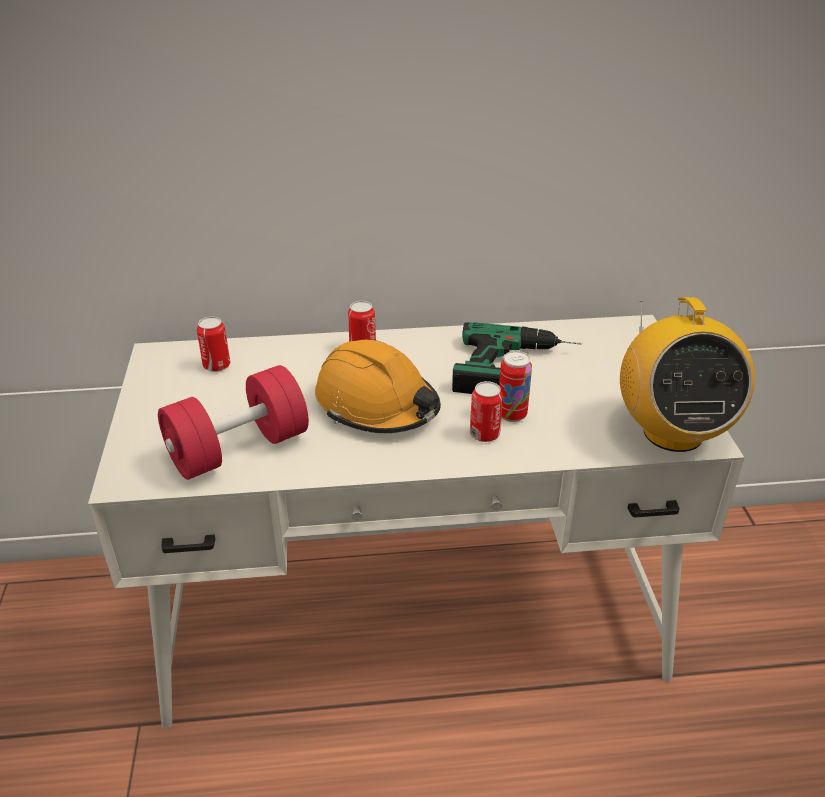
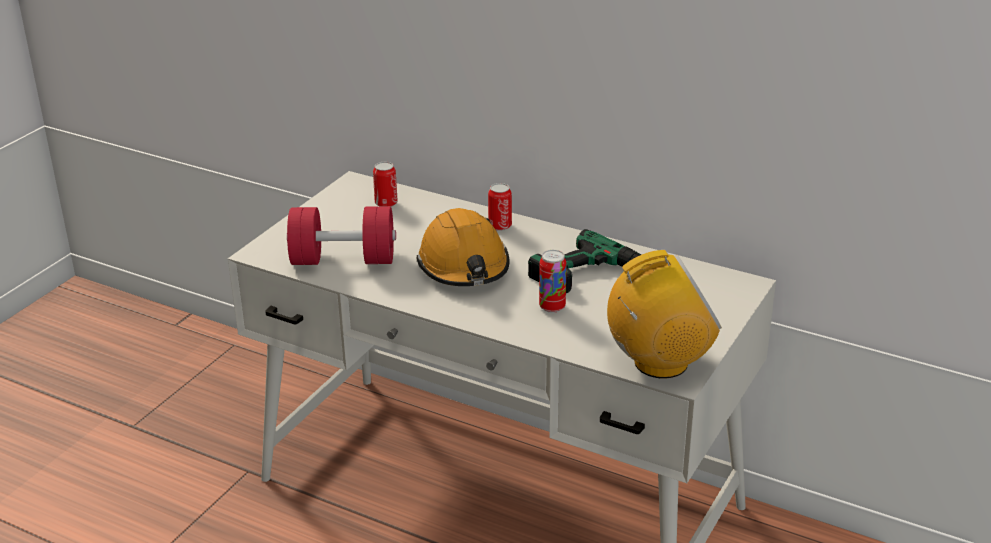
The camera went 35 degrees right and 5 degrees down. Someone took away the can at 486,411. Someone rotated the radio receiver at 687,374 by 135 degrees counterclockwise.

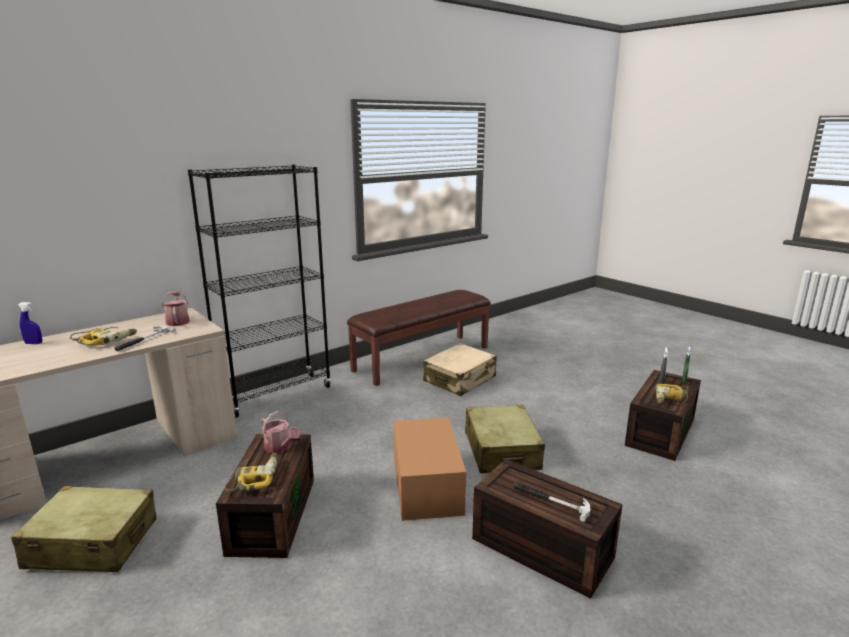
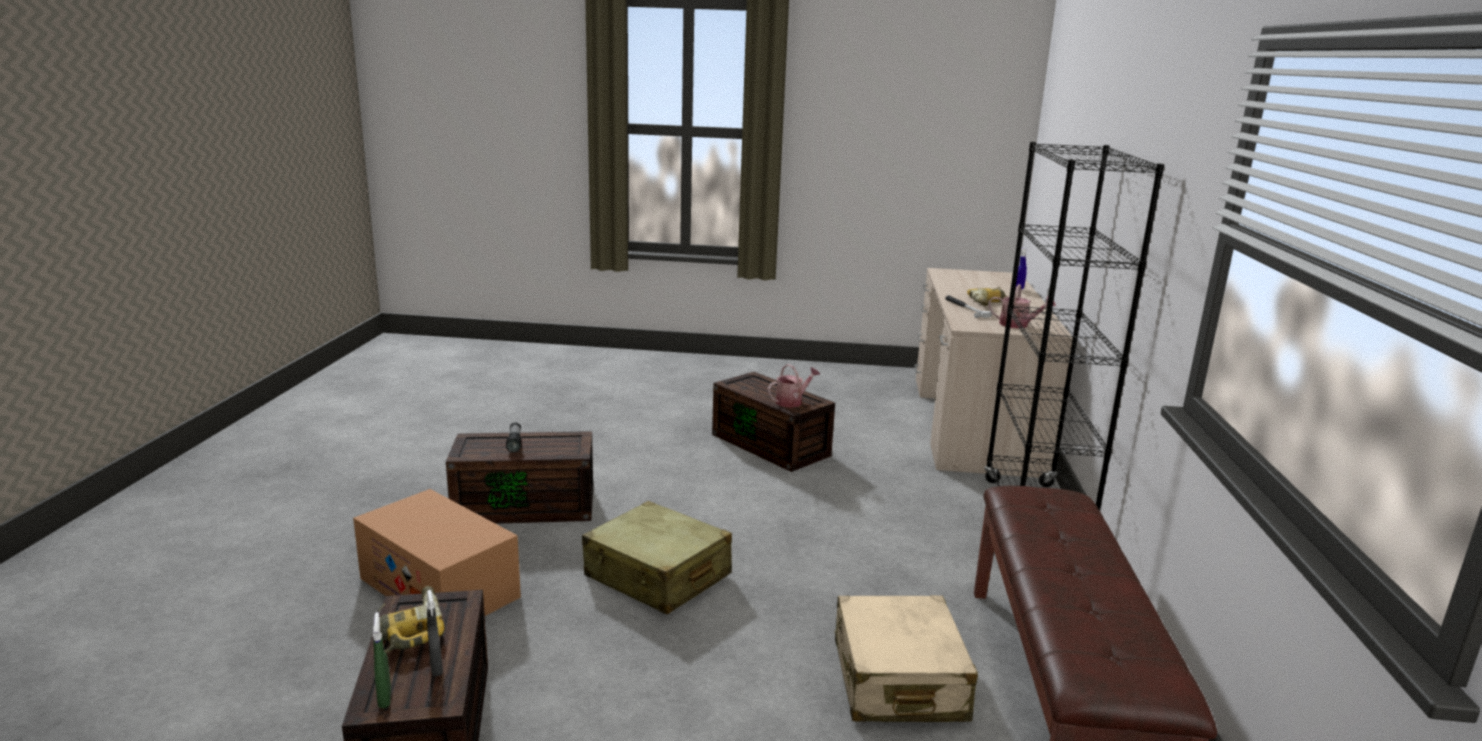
The camera went 135 degrees right and 0 degrees up. Someone took away the piece of luggage (beige-coloured) at 83,529. Someone took away the electric drill at 251,472. Someone rotated the watering can at 280,432 by 150 degrees clockwise. Someone carried the cardboard box from 430,469 to 437,552. Someone swapped the tool hammer at 551,502 for the hand torch at 514,437.

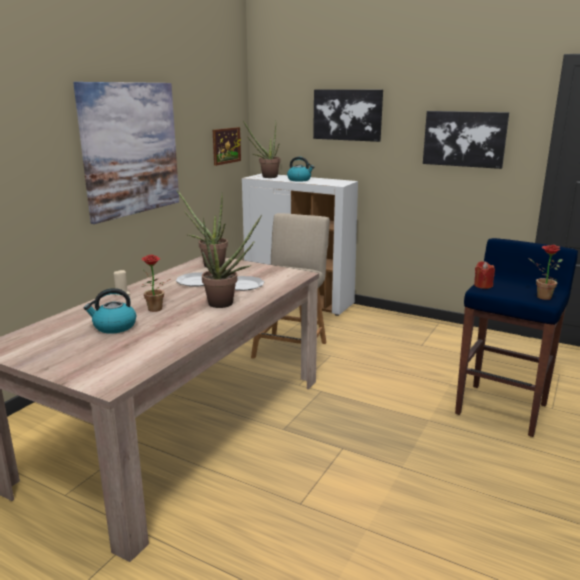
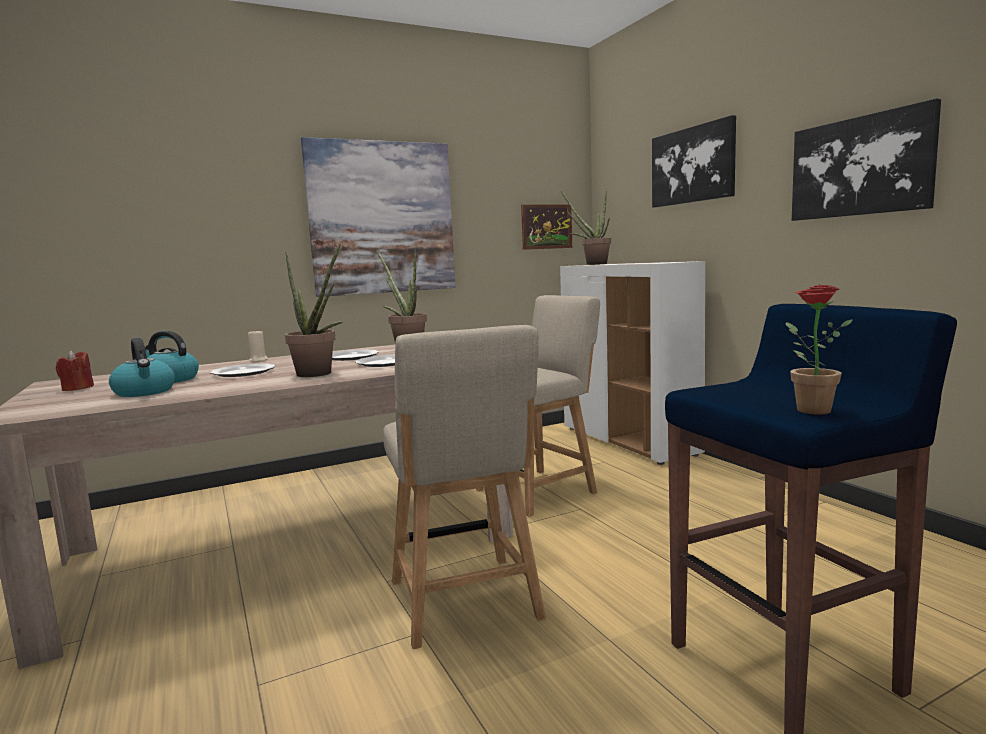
The camera went 35 degrees right and 10 degrees down. Someone swapped the houseplant at 156,283 for the dinner plate at 242,370. Someone carried the tea kettle from 300,169 to 142,367. Someone carried the candle (reddish) from 484,275 to 75,371. Someone put down the chair (beige-coloured) at 464,487.

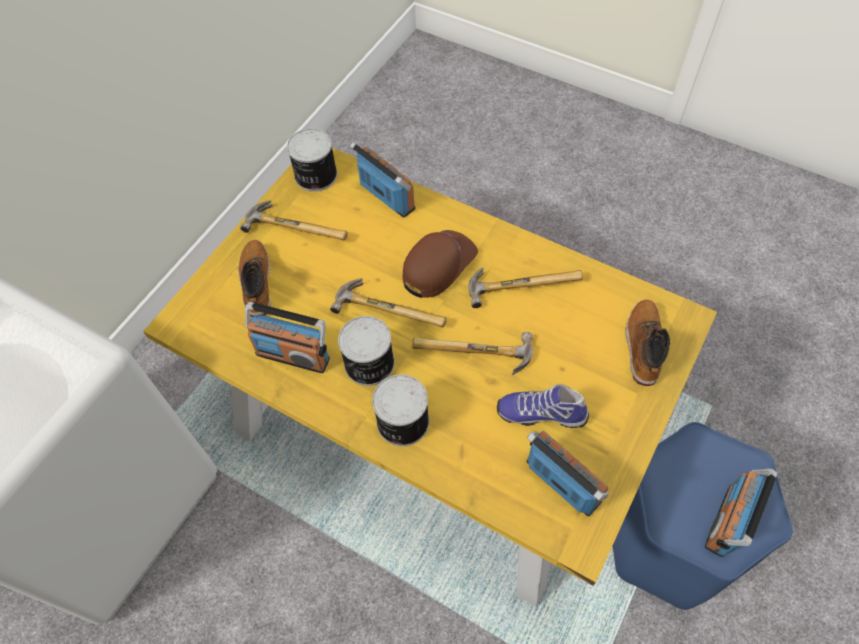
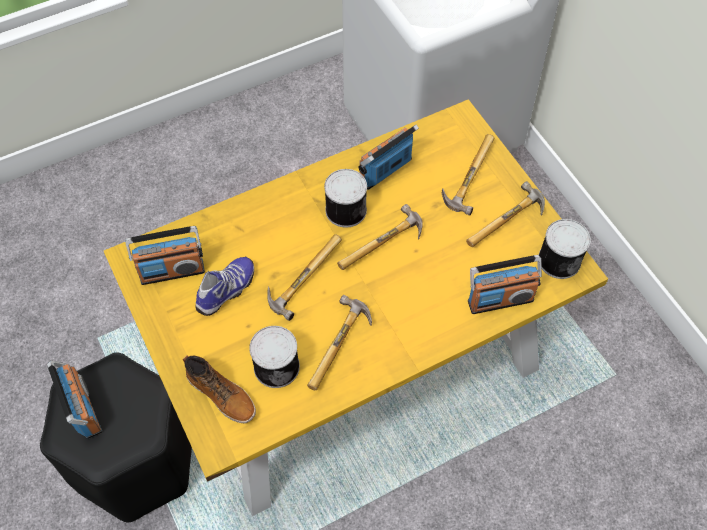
The camera went 120 degrees right and 0 degrees up. Someone swapped the tall boot at 254,278 for the tool hammer at 468,175. Someone carried the can from 400,410 to 274,357. Someone took away the peaked cap (brown-coloured) at 440,264. Someone repainted the stool seat (bluish) at 703,516, which became the stool seat (blackish) at 116,437.

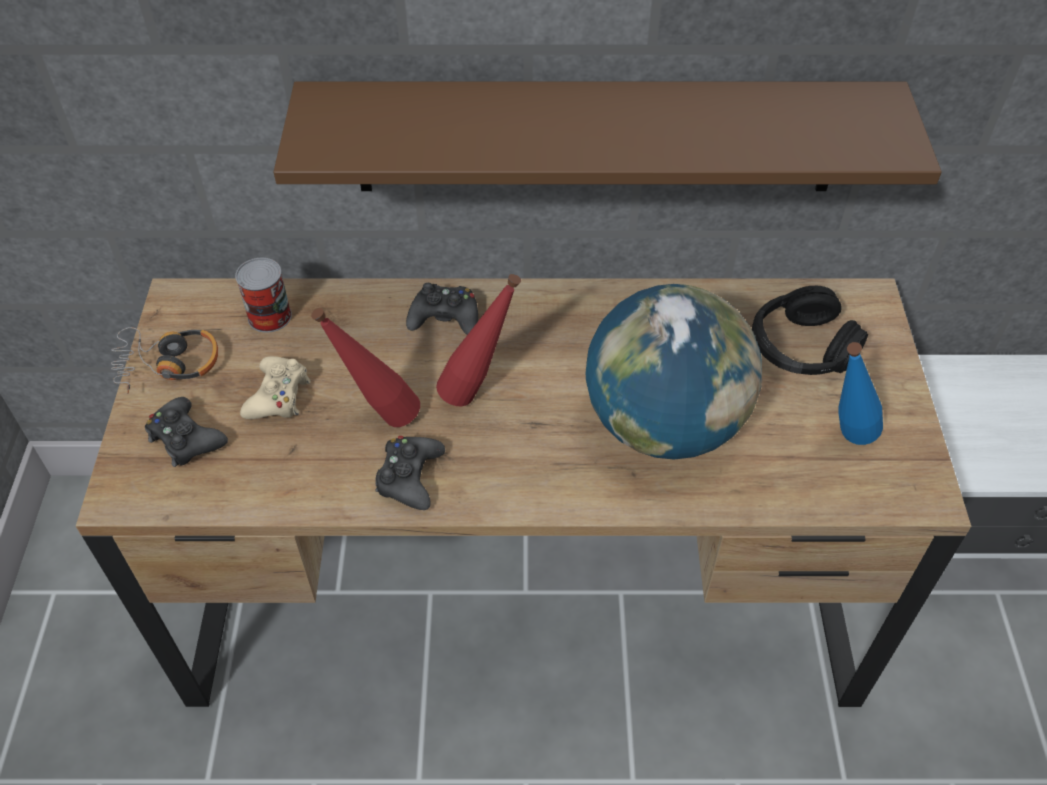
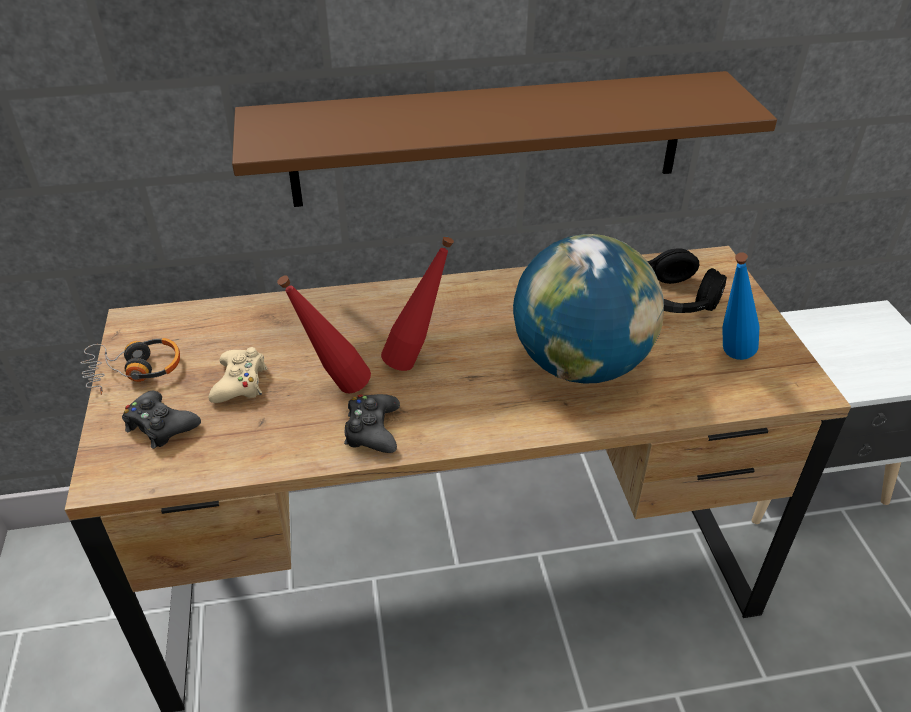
The camera went 10 degrees left and 10 degrees down. Someone took away the can at 263,295. Someone took away the gamepad (blackish) at 442,309.

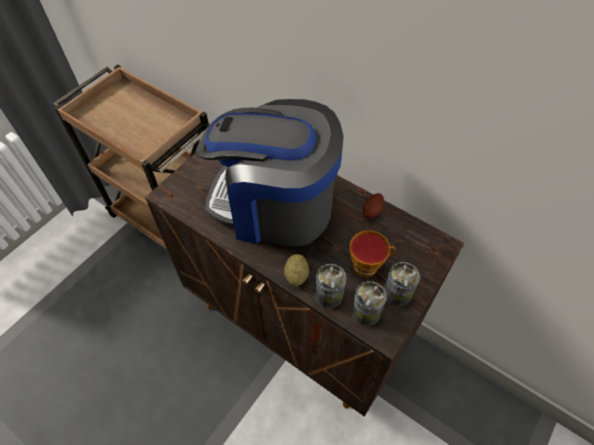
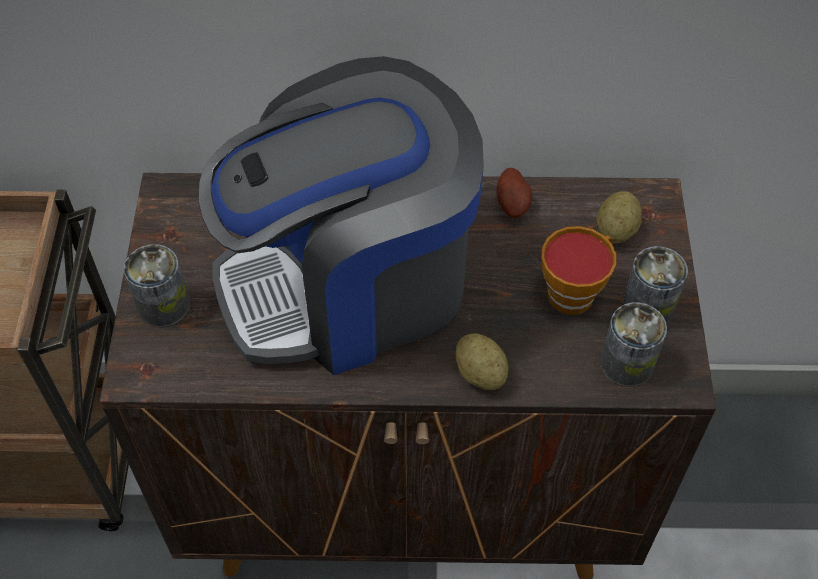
The camera went 35 degrees left and 0 degrees up. Someone carried the can from 330,286 to 157,285. Someone put down the spud at 619,217.

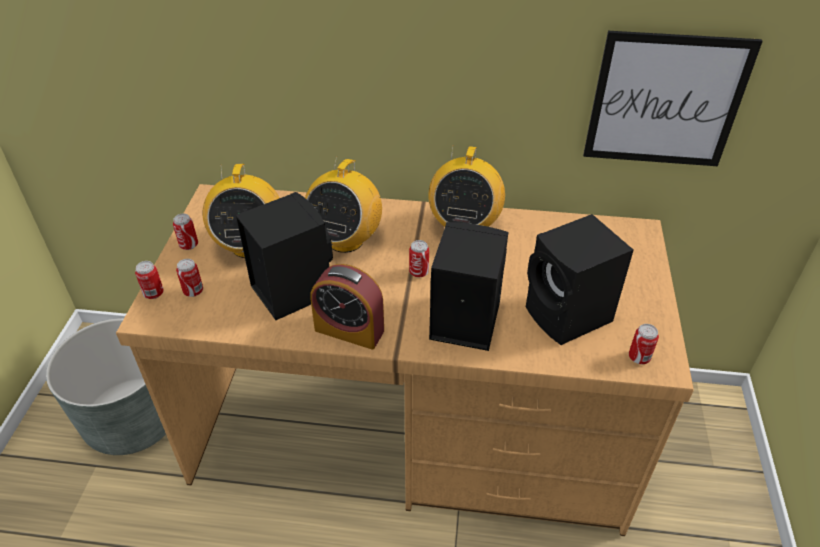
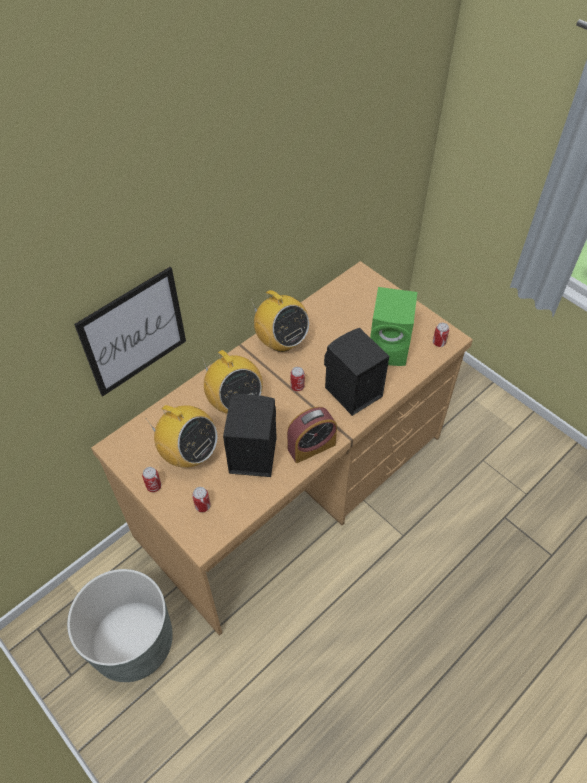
The camera went 50 degrees left and 10 degrees up. Someone took away the can at 149,280. Someone repainted the speaker (blackish) at 579,279, which became the speaker (greenish) at 393,326. Someone carried the wall art from 673,98 to 130,332.

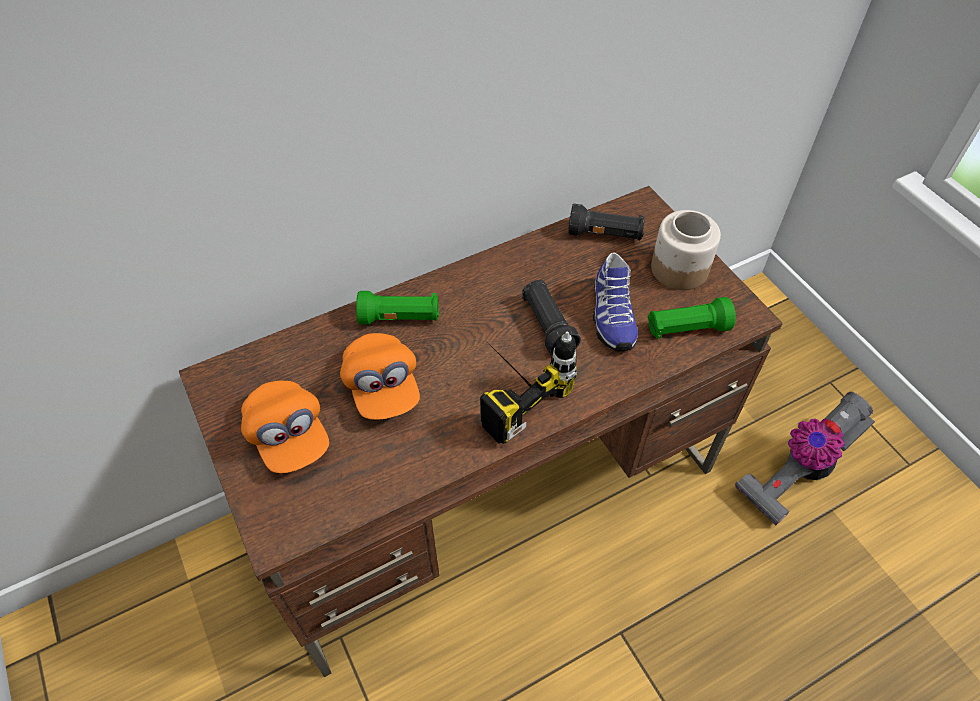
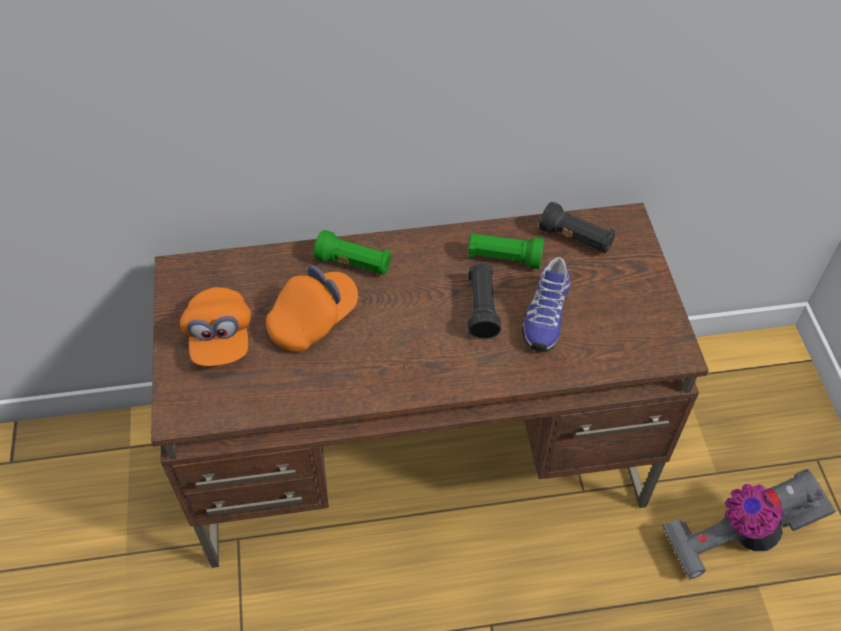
The camera went 20 degrees right and 0 degrees up. Someone rotated the peaked cap (orange-coloured) at 380,376 by 135 degrees counterclockwise. Someone took away the electric drill at 528,387. Someone carried the hand torch (greenish) from 692,318 to 506,251. Someone took away the storage jar at 686,250.

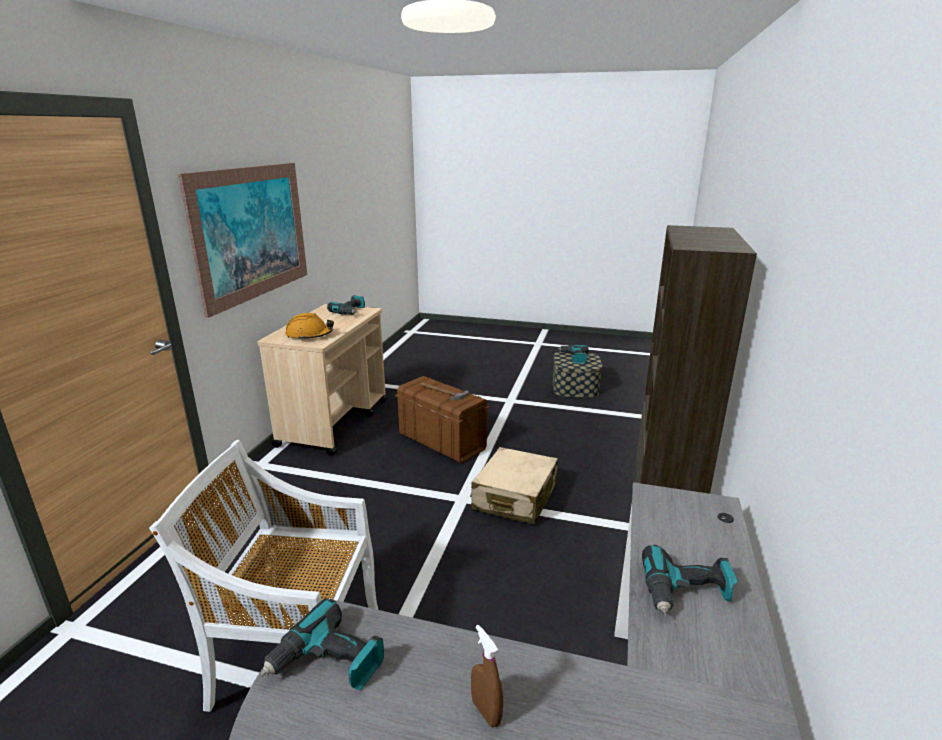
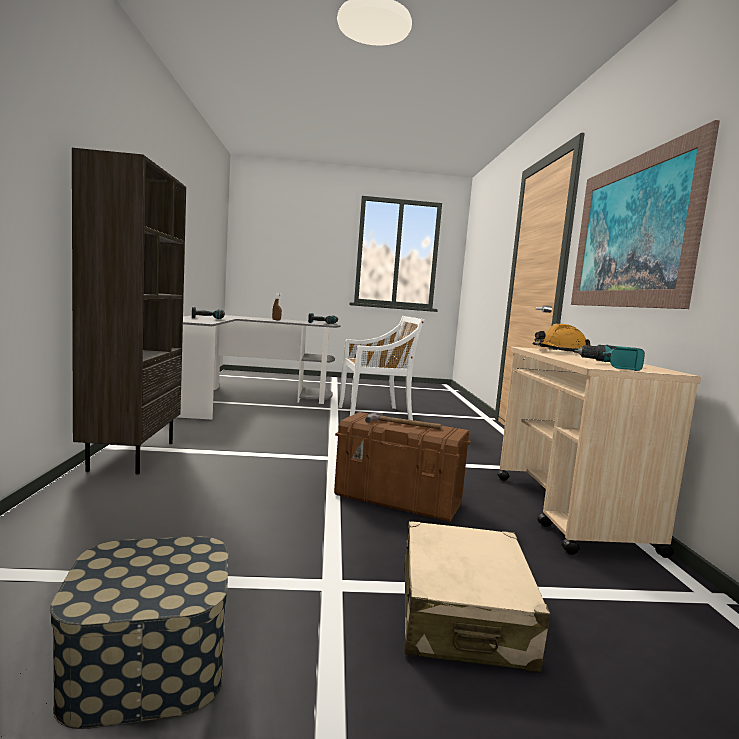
The camera went 160 degrees right and 15 degrees down. Someone carried the piece of luggage (beige-coloured) from 514,486 to 477,596. Someone took away the electric drill at 573,354.

